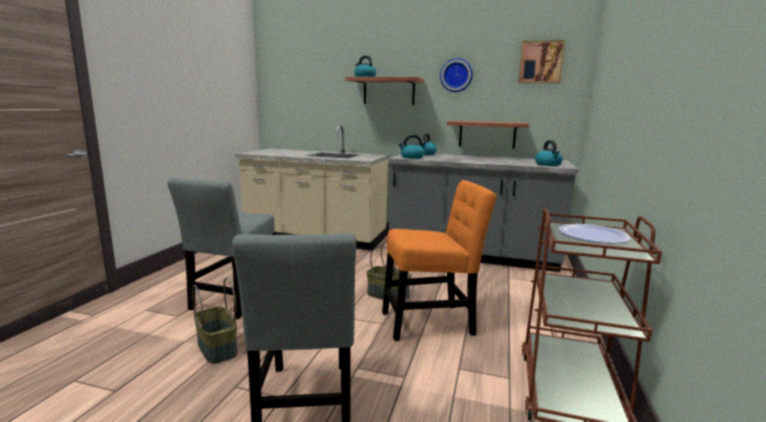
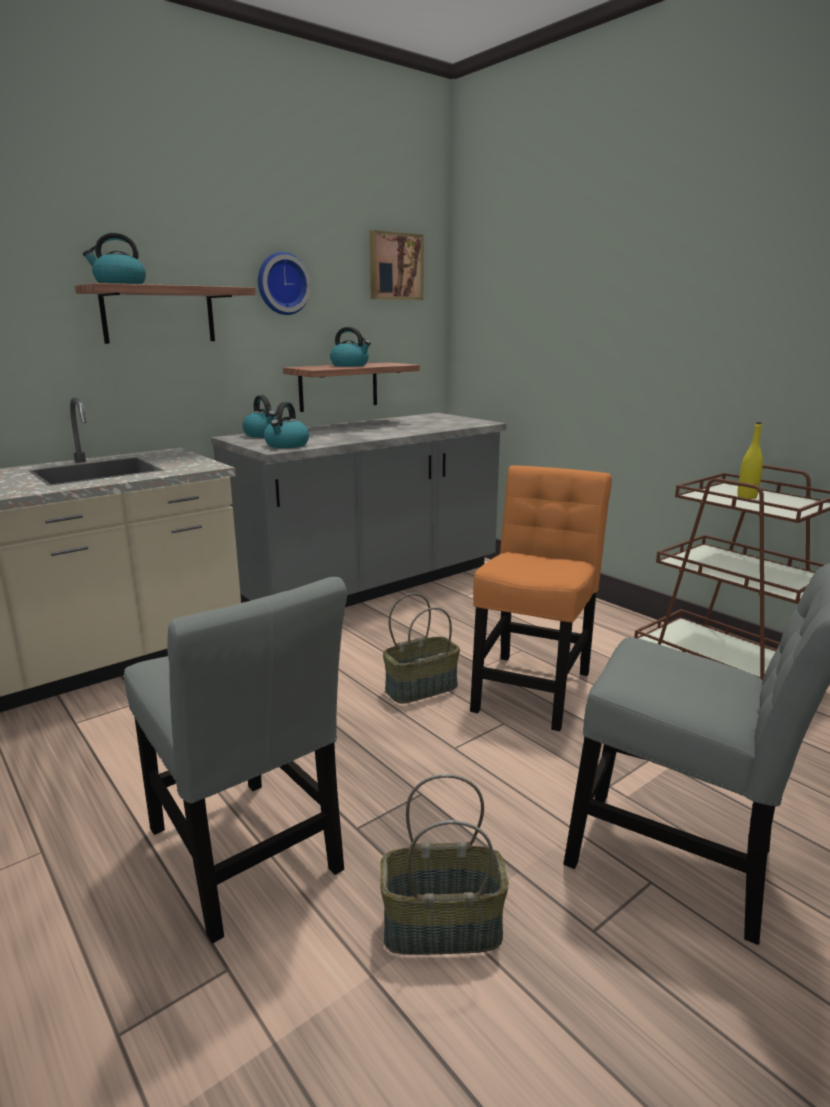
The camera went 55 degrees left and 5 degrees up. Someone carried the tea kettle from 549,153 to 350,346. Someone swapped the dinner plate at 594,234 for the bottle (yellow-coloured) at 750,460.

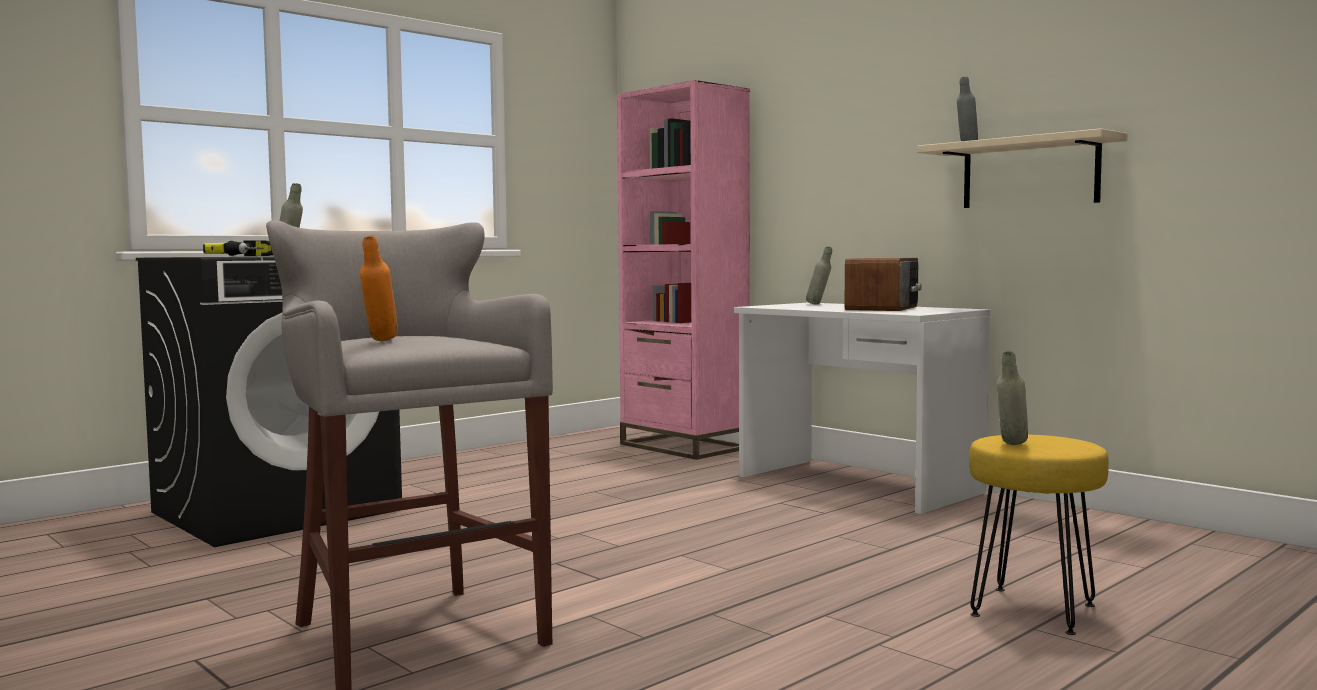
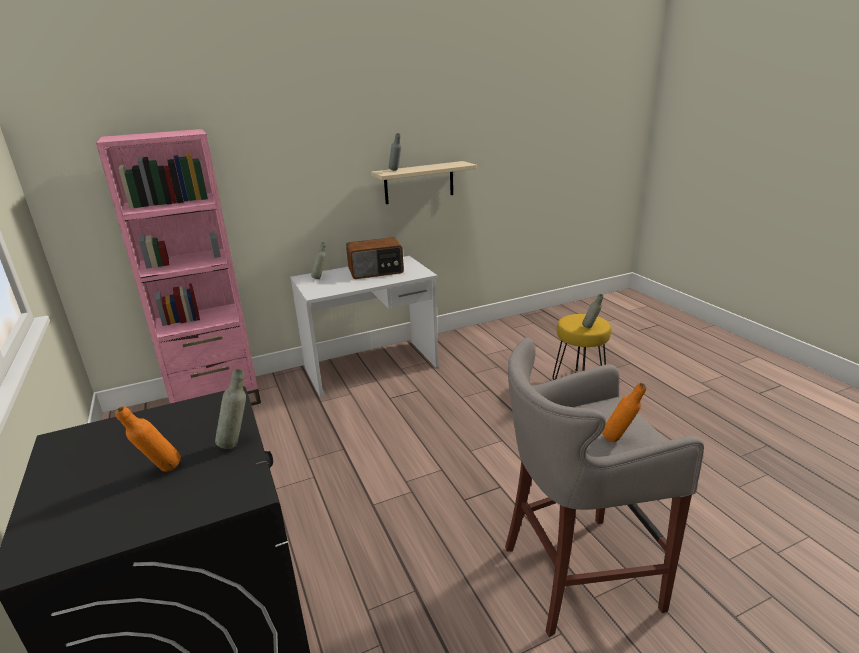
The camera went 70 degrees left and 20 degrees up. Someone swapped the electric drill at 238,248 for the bottle (orange-coloured) at 148,439. Someone rotated the radio receiver at 882,284 by 120 degrees clockwise.

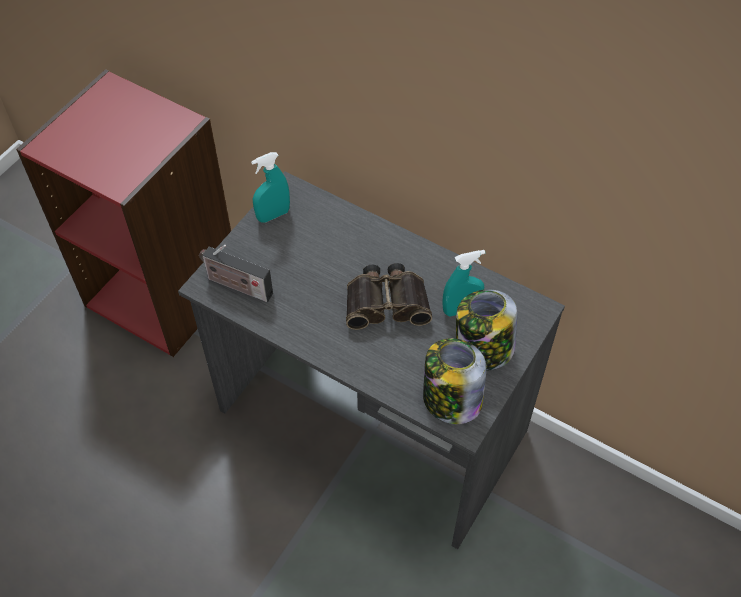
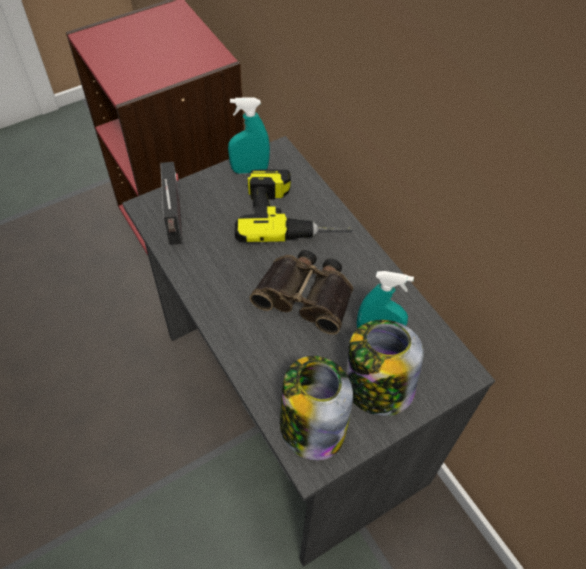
The camera went 25 degrees right and 0 degrees up. Someone rotated the radio receiver at 236,273 by 150 degrees counterclockwise. Someone put down the electric drill at 295,205.

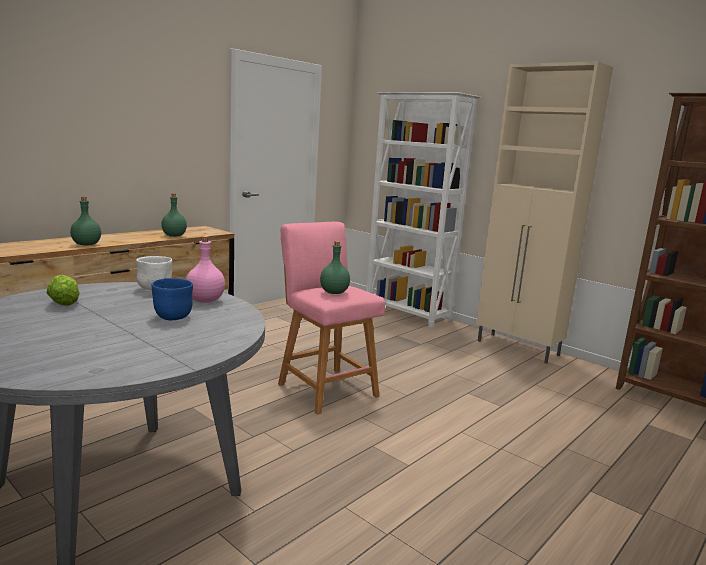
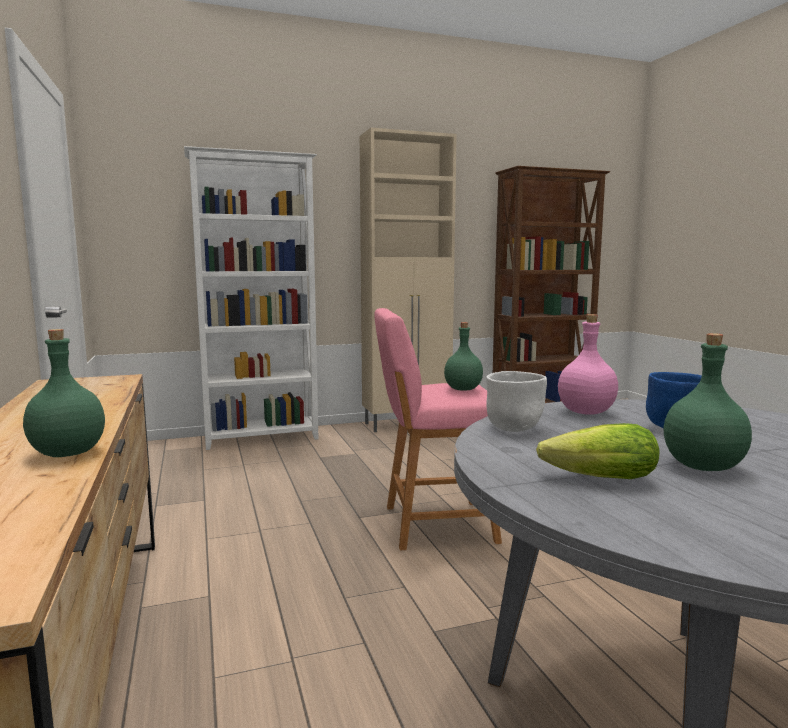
The camera went 60 degrees left and 5 degrees down. Someone carried the bottle (greenish) from 174,215 to 708,402.

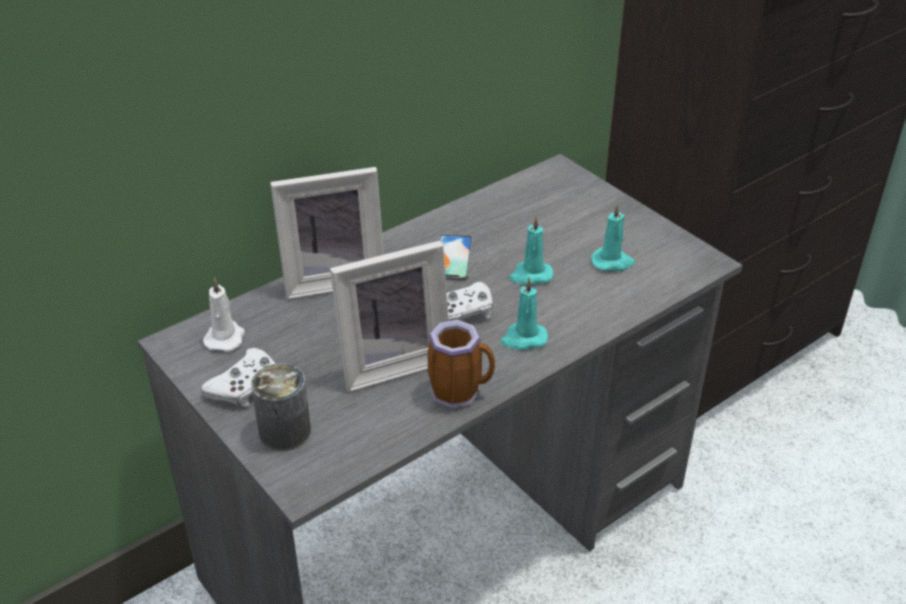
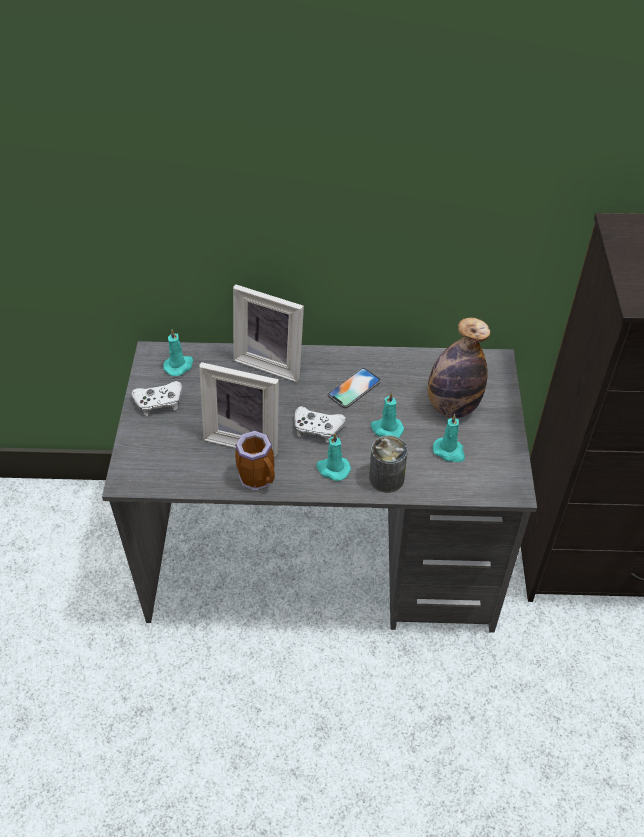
The camera went 40 degrees right and 10 degrees up. Someone repainted the candle (white) at 224,314, which became the candle (turquoise-coloured) at 178,352. Someone carried the can from 281,407 to 388,464. Someone put down the bottle at 459,367.

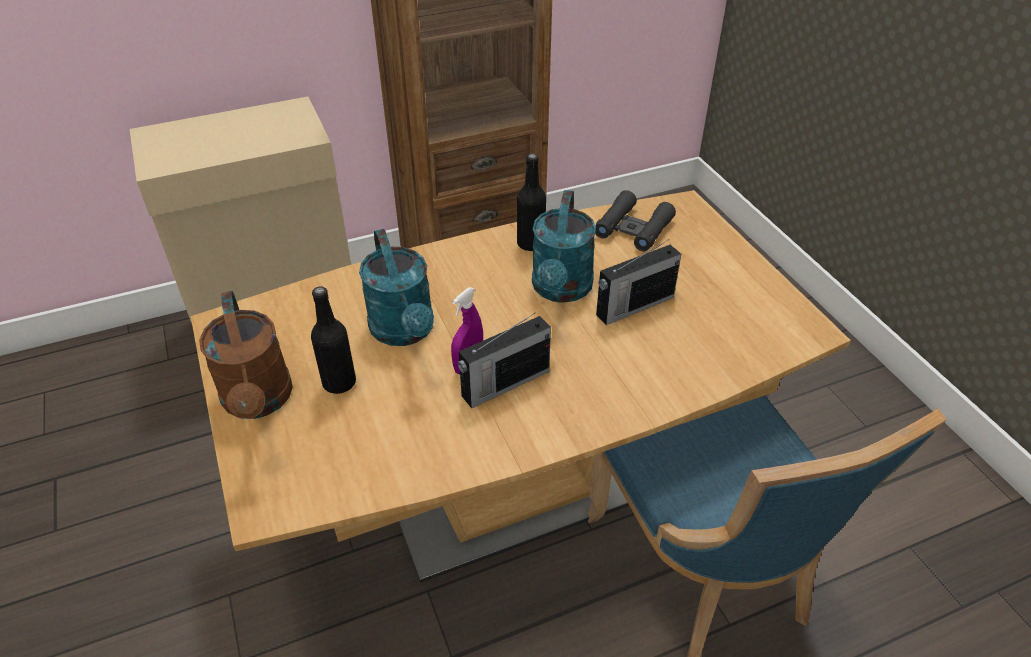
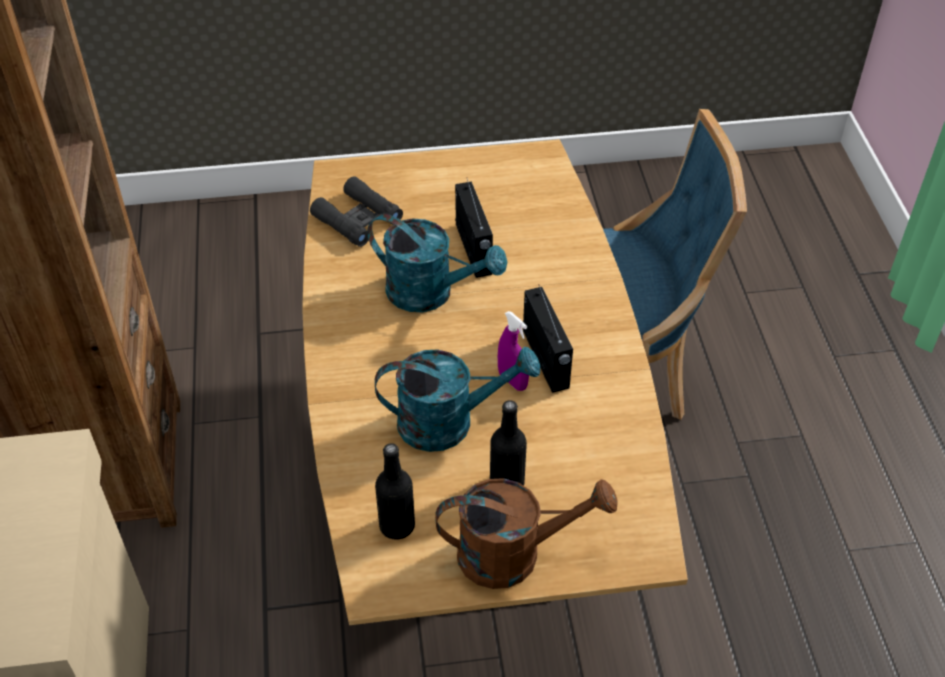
The camera went 75 degrees left and 5 degrees up. Someone carried the bottle (blackish) from 531,202 to 395,491.

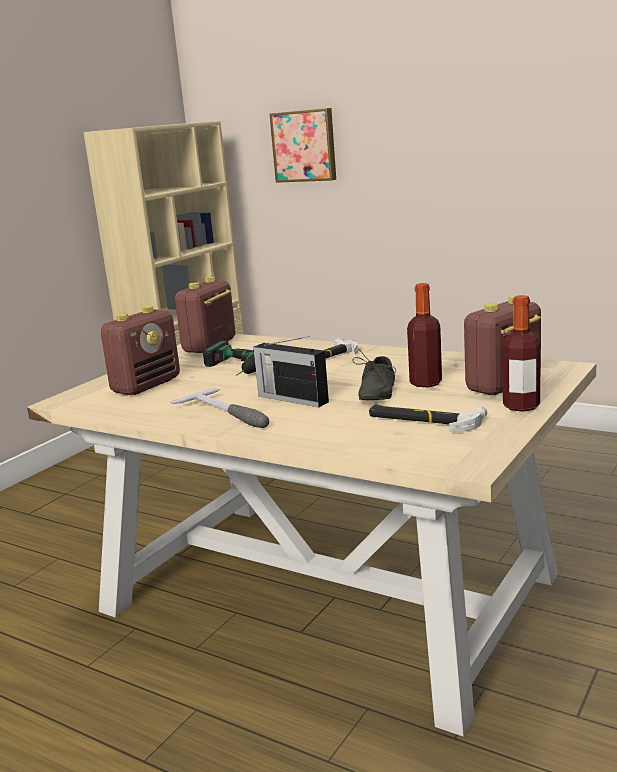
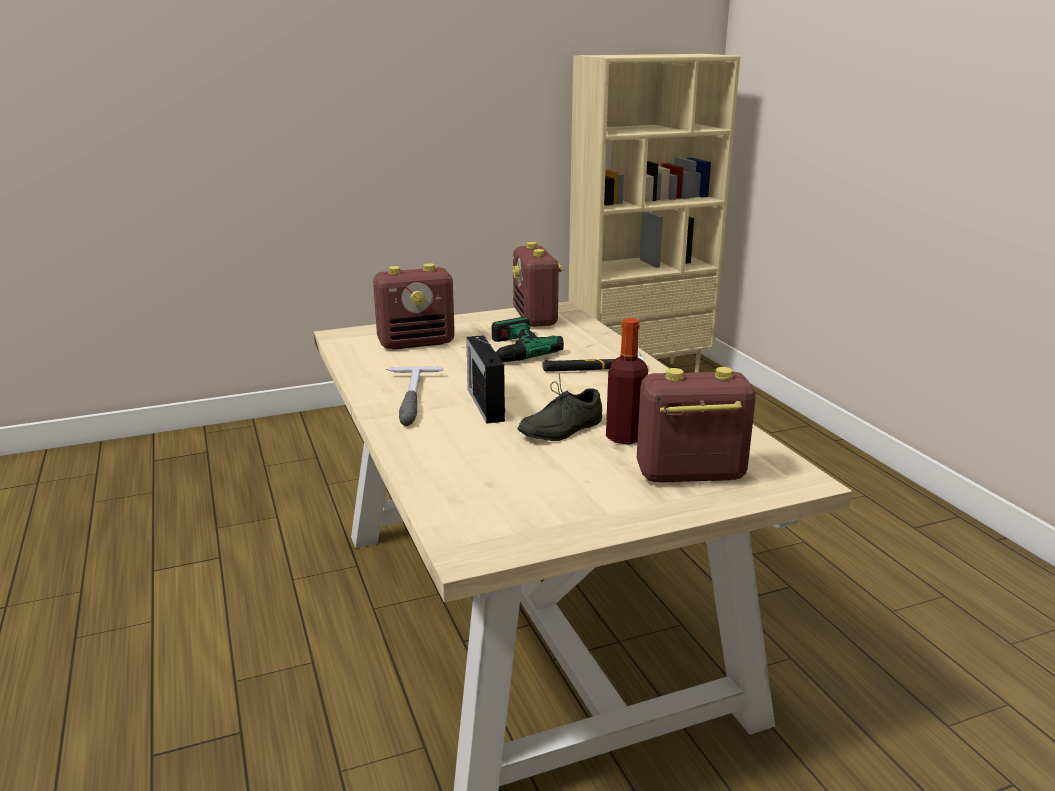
The camera went 35 degrees right and 5 degrees up. Someone rotated the radio receiver at 205,314 by 75 degrees counterclockwise. Someone took away the wall art at 302,145. Someone took away the tool hammer at 428,418. Someone took away the bottle at 521,353.

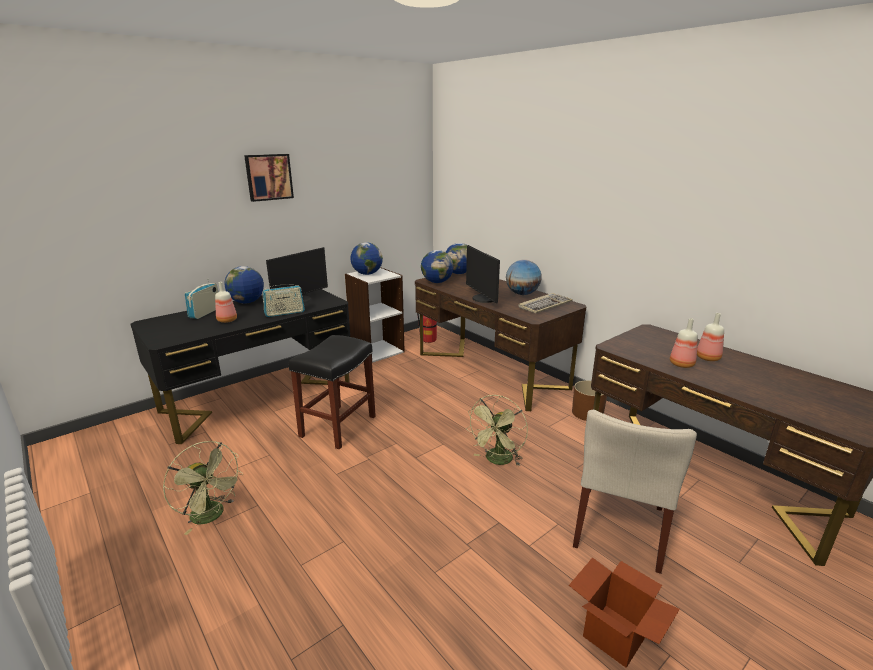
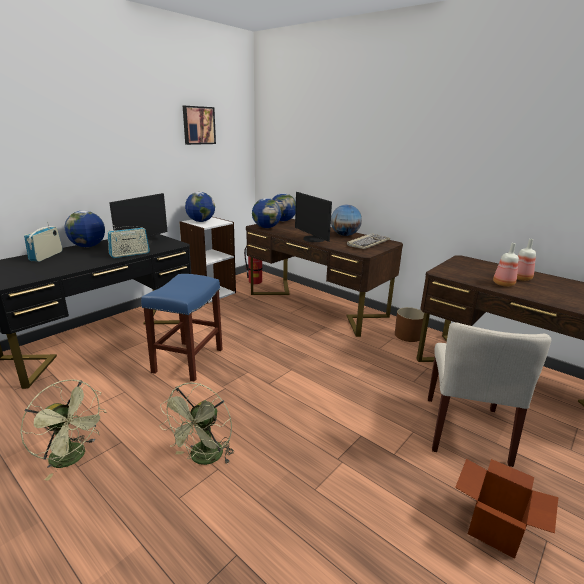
The camera went 10 degrees left and 0 degrees up. Someone took away the bottle at 226,302. Someone carried the wall art from 269,178 to 199,125. Someone repainted the stool seat (blackish) at 332,392, which became the stool seat (bluish) at 182,328. Someone carried the cooling fan (greenish) from 497,430 to 196,423.

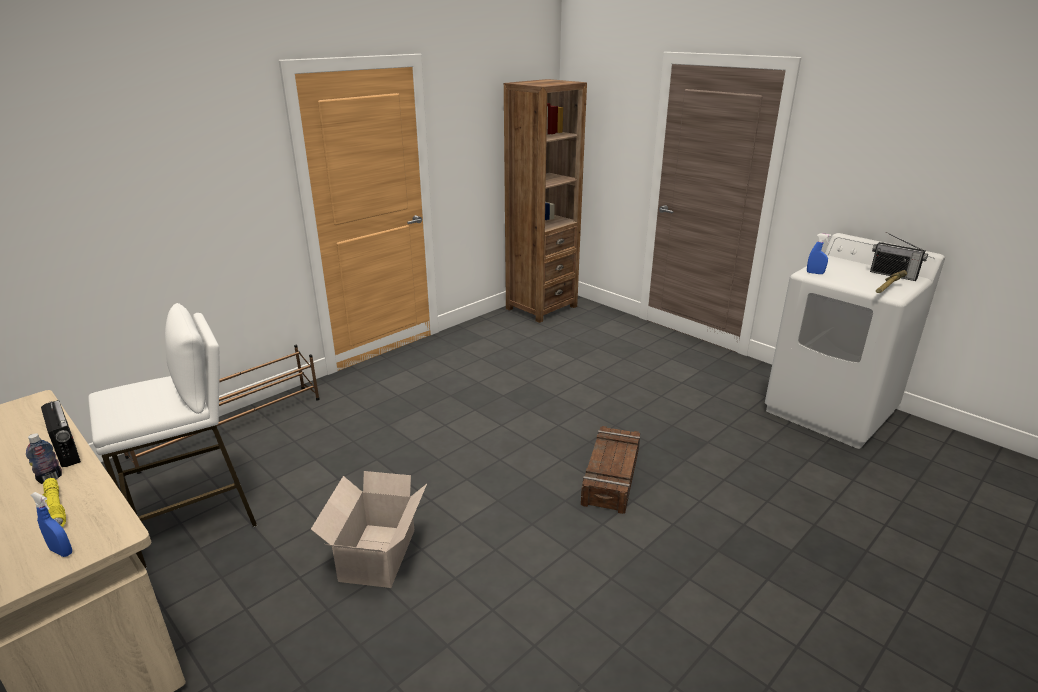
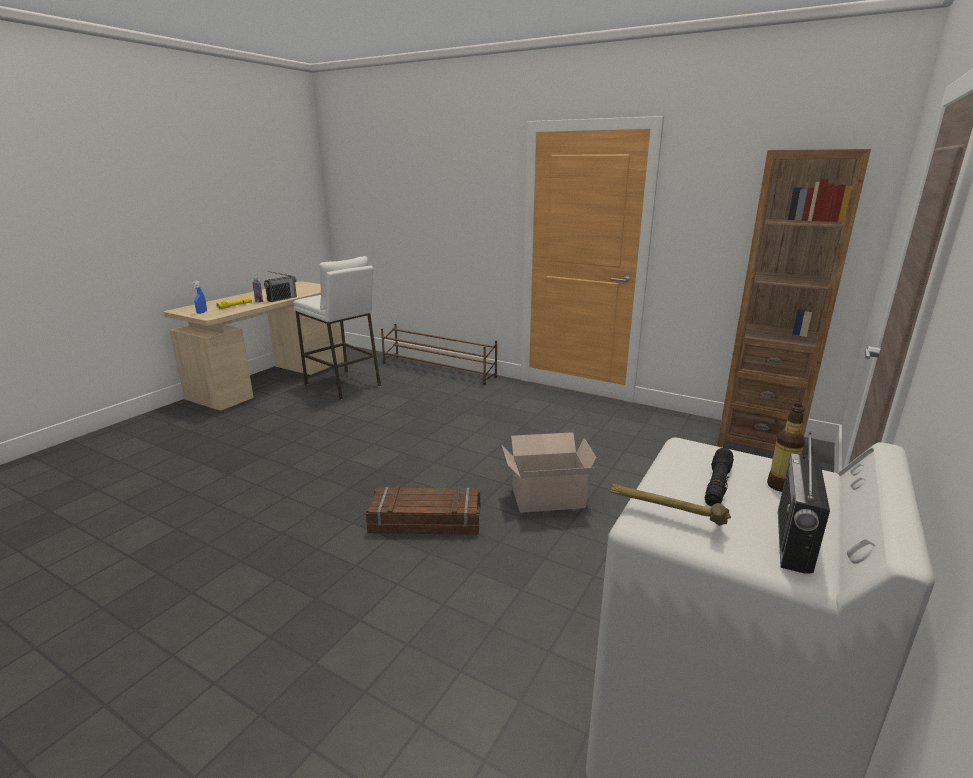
The camera went 75 degrees right and 5 degrees down. Someone carried the cardboard box from 369,529 to 549,472. Someone took away the sprayer (bluish) at 819,253. Someone put down the hand torch (blackish) at 719,477. Someone put down the bottle at 786,448.

